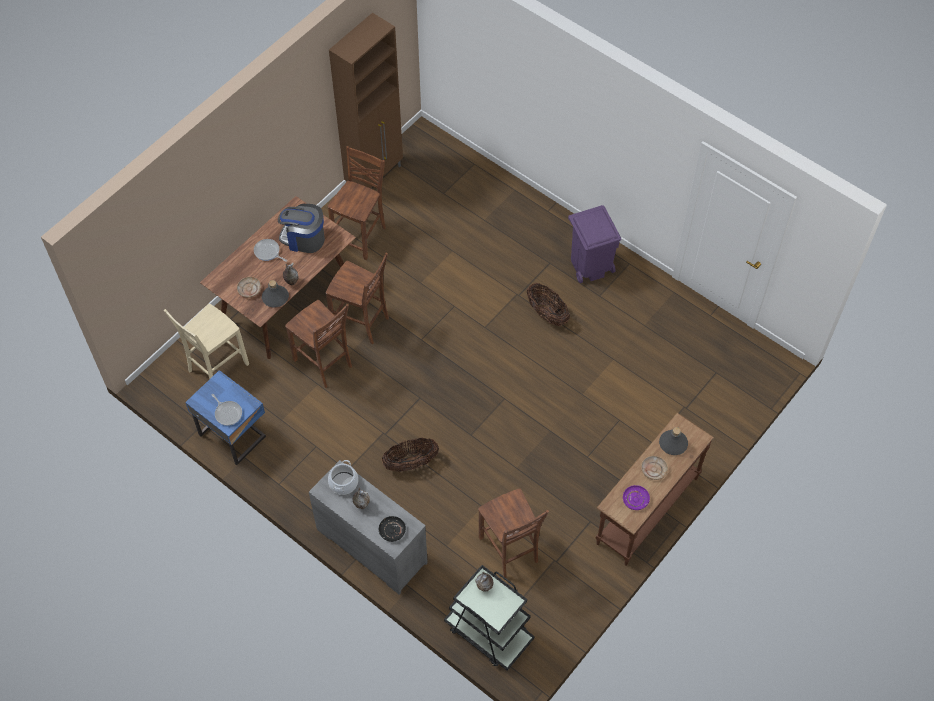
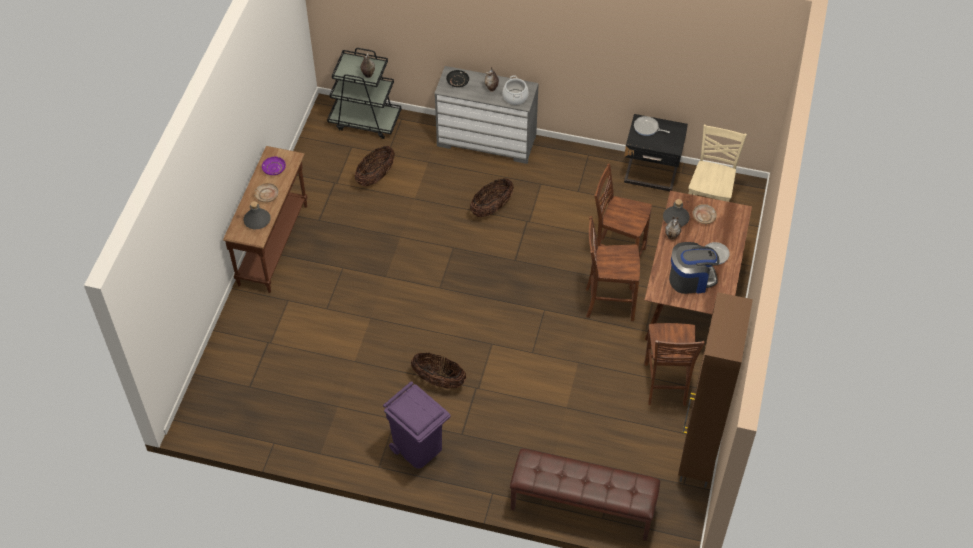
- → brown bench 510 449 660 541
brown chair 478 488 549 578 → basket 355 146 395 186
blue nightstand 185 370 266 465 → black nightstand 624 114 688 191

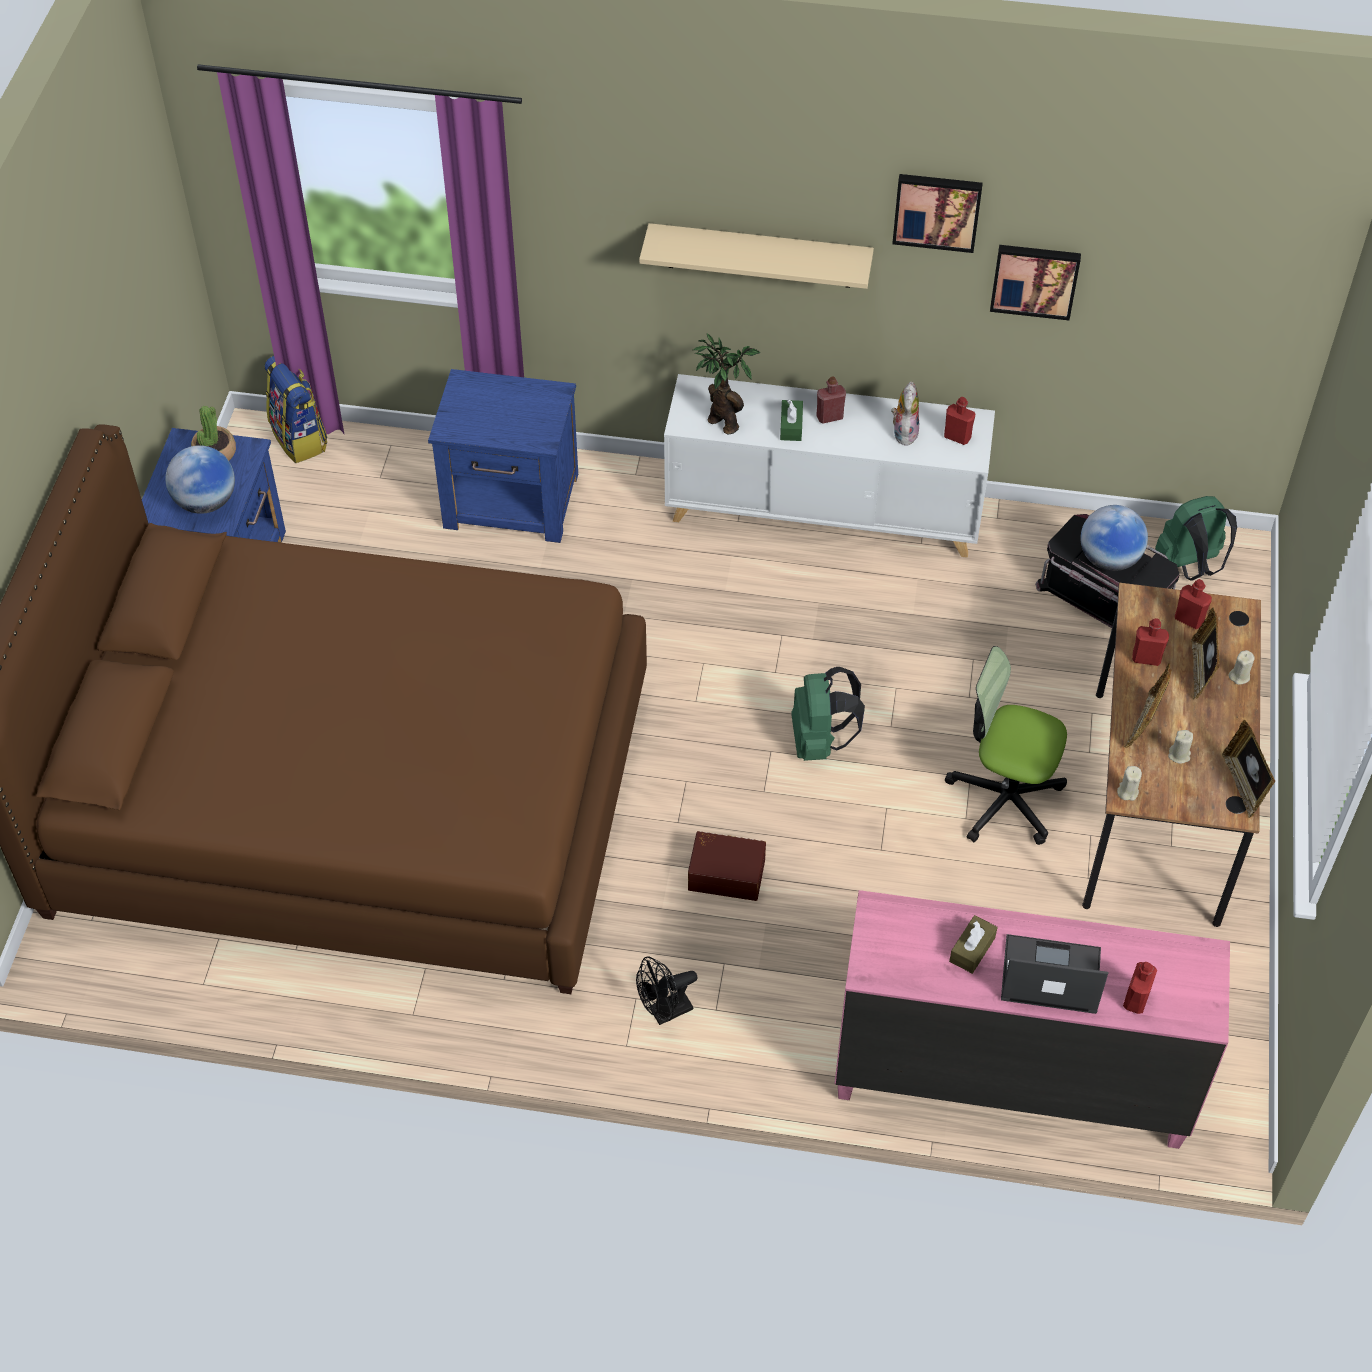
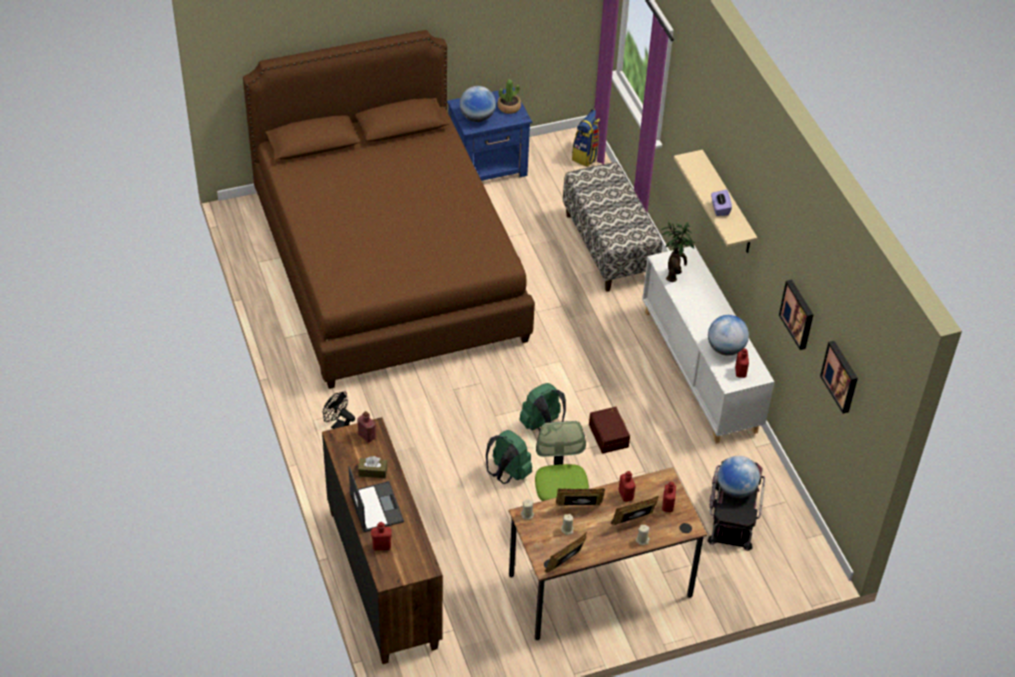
green tissue box 780 400 803 441 → -
- → purple tissue box 711 190 732 216
brown storage box 688 831 766 901 → brown storage box 589 407 630 454, relocated
red bottle 816 376 846 424 → red bottle 357 411 376 442, relocated
picture 892 174 983 253 → picture 820 341 858 414, relocated
green backpack 1155 496 1237 581 → green backpack 486 430 532 484, relocated
blue nightstand 428 369 578 543 → bench 563 162 662 292
plush toy 891 381 919 446 → globe 708 315 749 356
pink dresser 835 890 1230 1149 → brown dresser 322 417 443 664

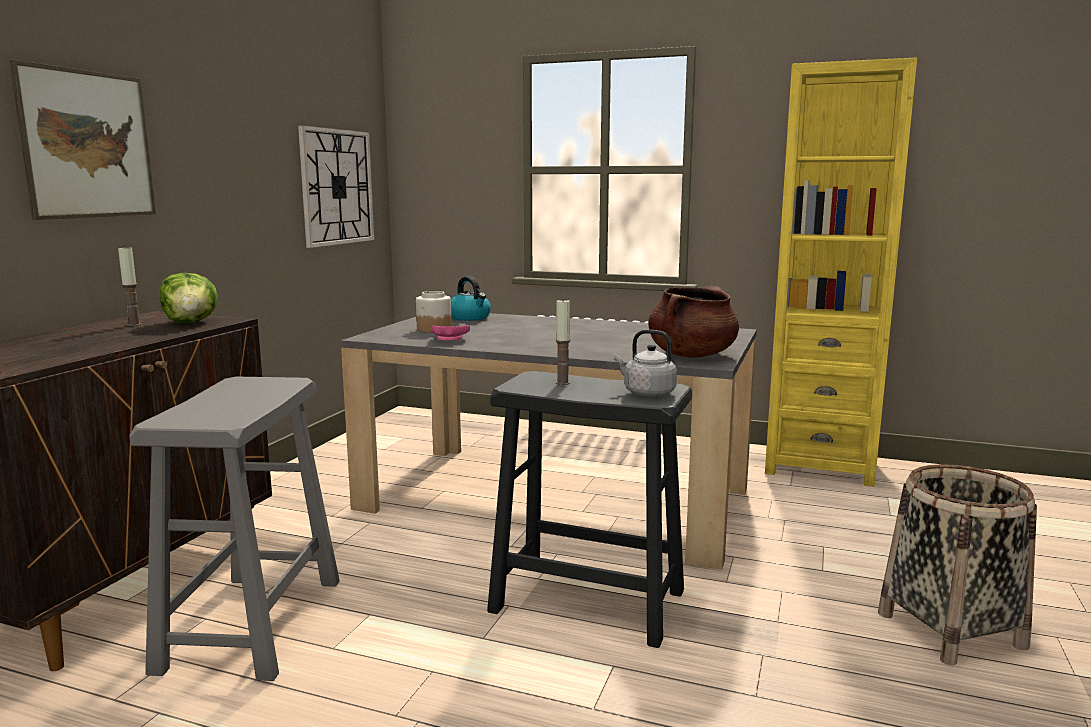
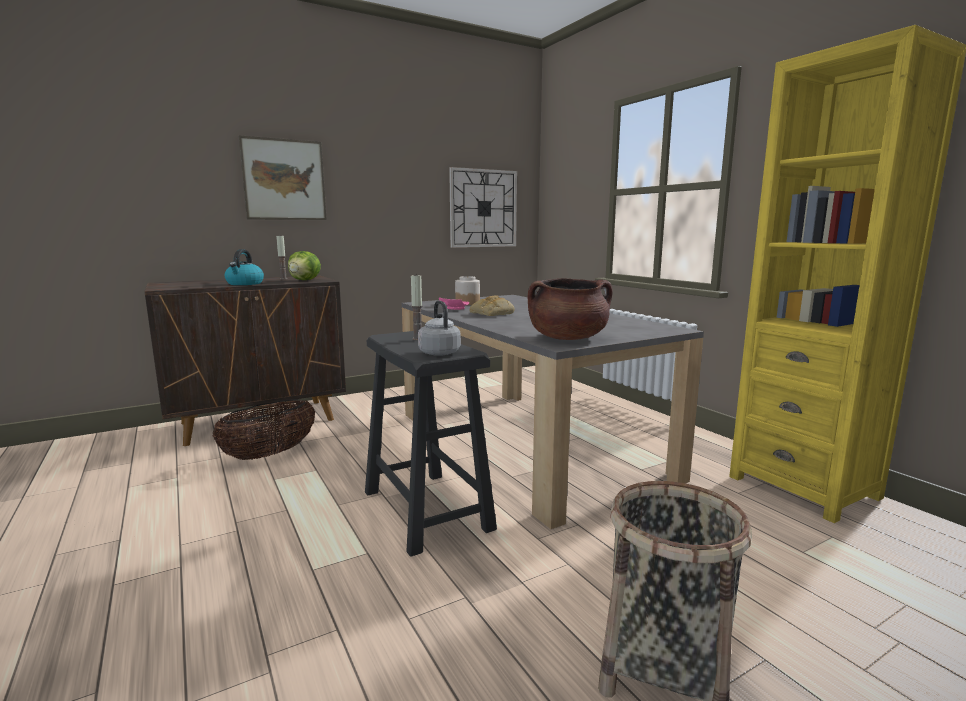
- → bread 470 295 515 316
kettle 451 276 491 321 → kettle 225 249 264 285, relocated
grey stool 129 377 340 681 → basket 212 399 315 460

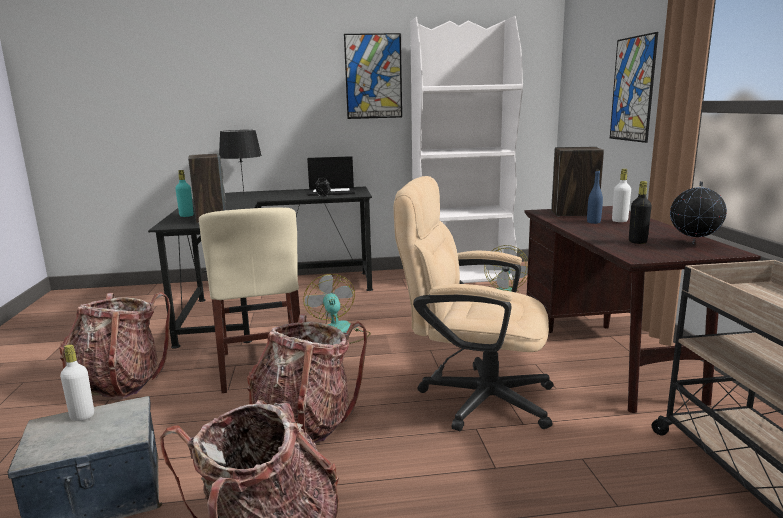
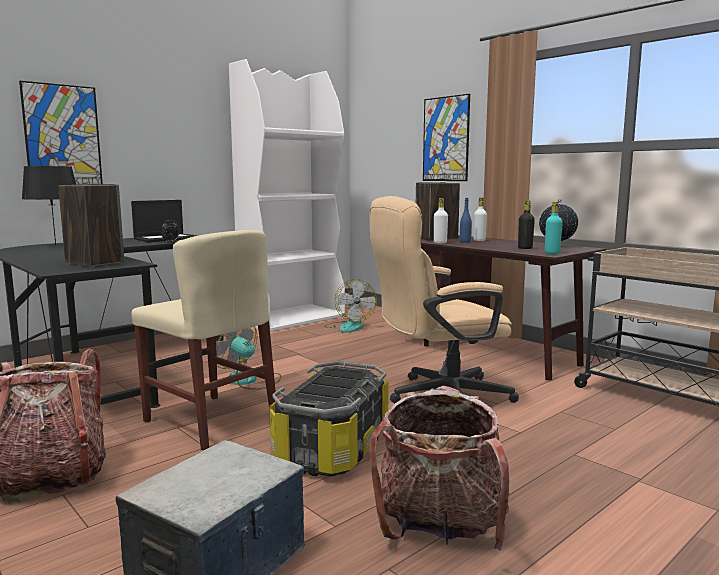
white bottle 60 344 94 421 → white bottle 434 198 448 243, relocated
turquoise bottle 175 170 194 217 → turquoise bottle 545 202 563 254, relocated
picture 344 33 402 119 → picture 19 81 103 185, relocated
backpack 247 314 367 443 → storage box 269 361 389 477

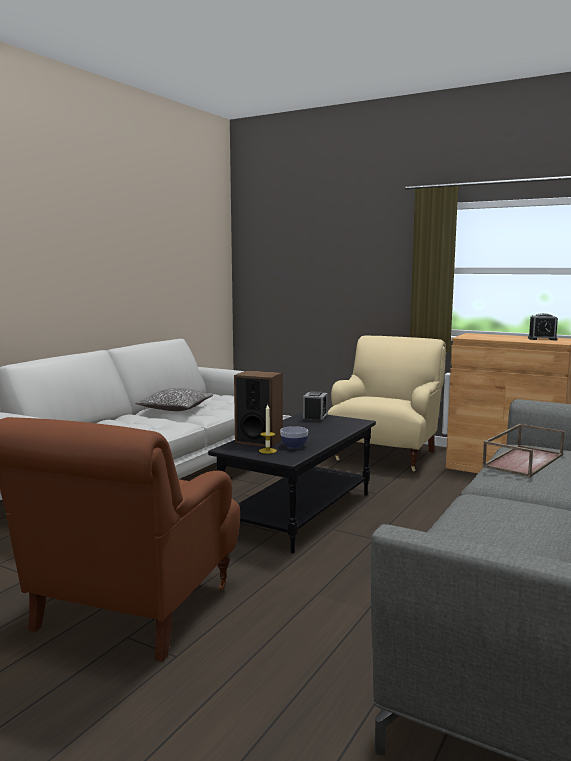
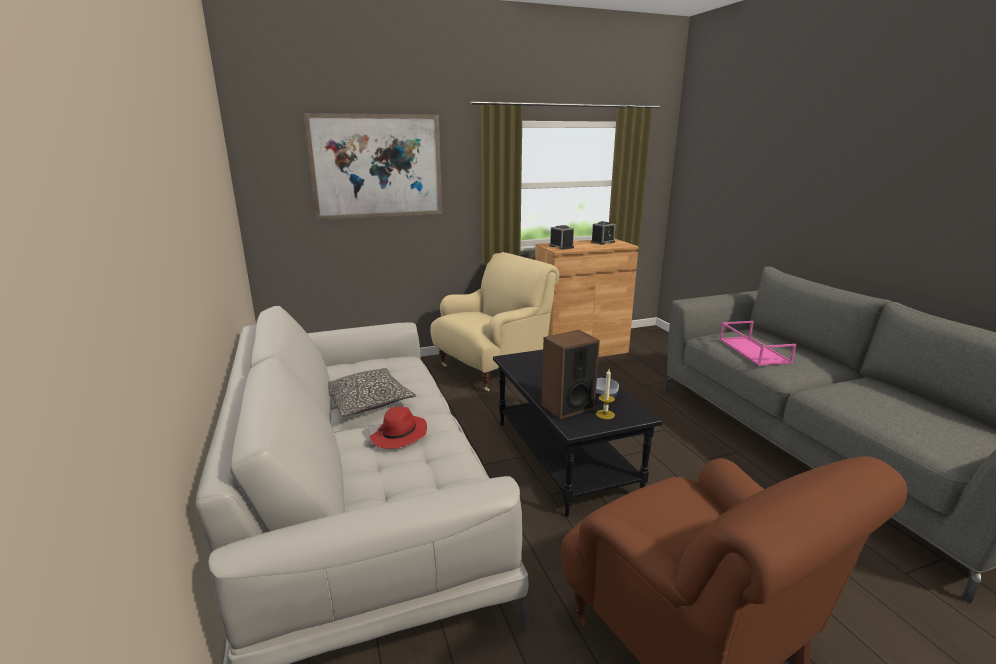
- → picture 304 113 442 220
- → red hat 370 407 427 449
alarm clock 303 391 328 422 → alarm clock 549 225 574 250, relocated
brown tray 482 424 565 477 → pink tray 719 321 796 366
beige armchair 327 336 446 472 → beige armchair 430 252 559 391, 75 degrees clockwise

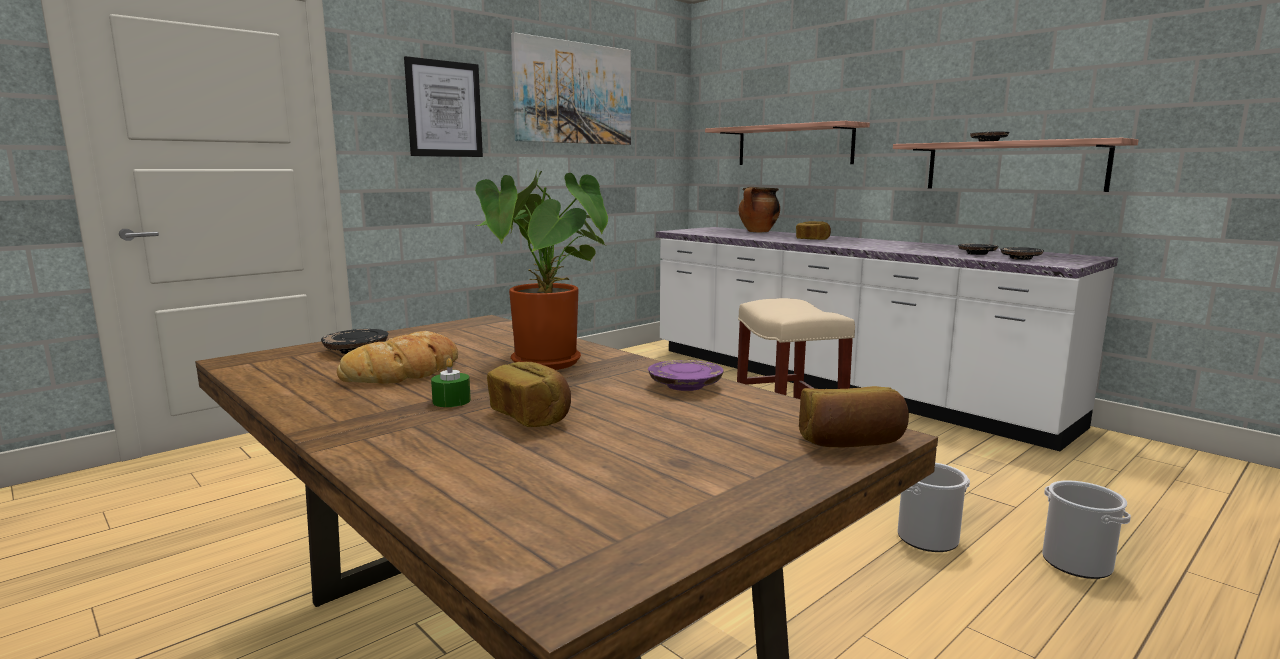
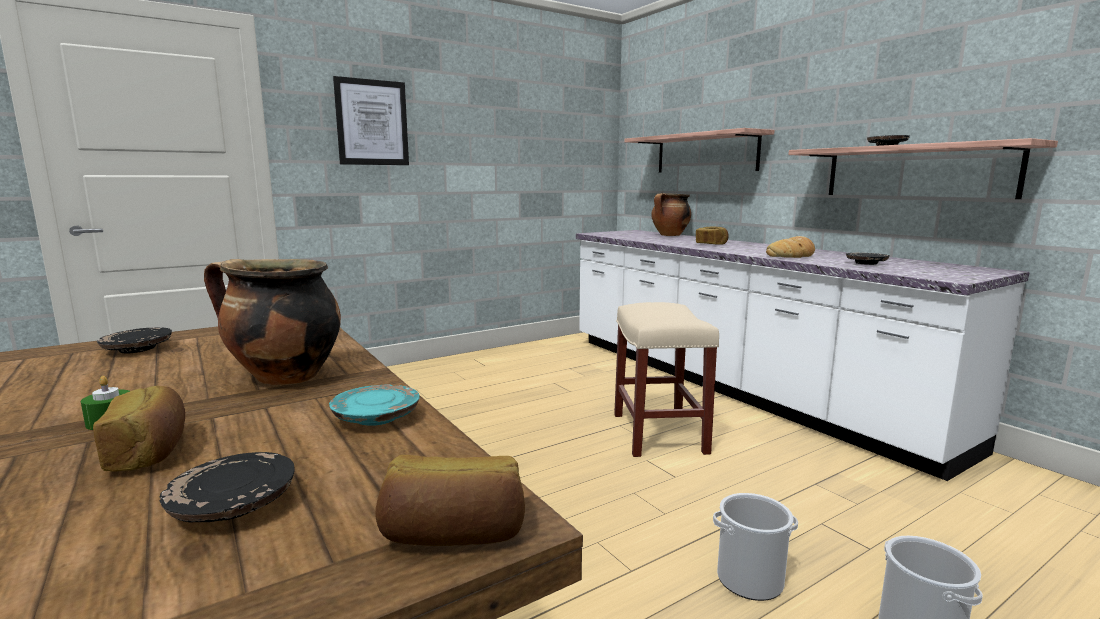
picture 511 32 631 145 → -
bread 337 331 458 384 → bread 766 236 815 258, relocated
black plate 1000 247 1044 260 → black plate 160 452 295 523, relocated
potted plant 475 171 608 370 → cooking pot 204 259 341 385
purple plate 648 360 724 391 → turquoise plate 329 385 420 426

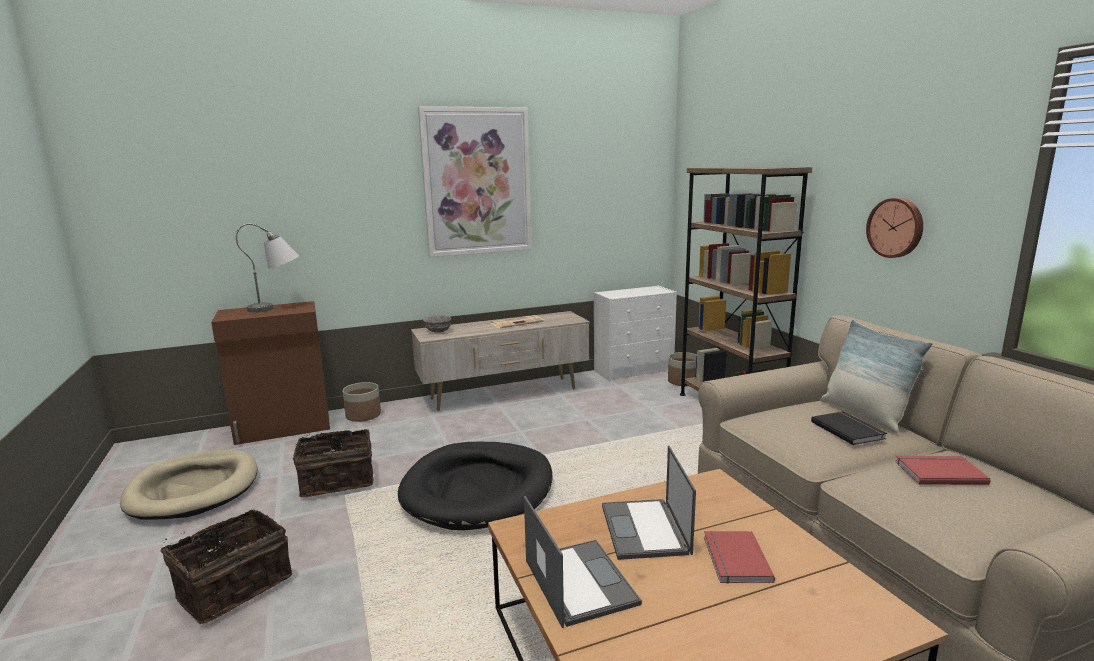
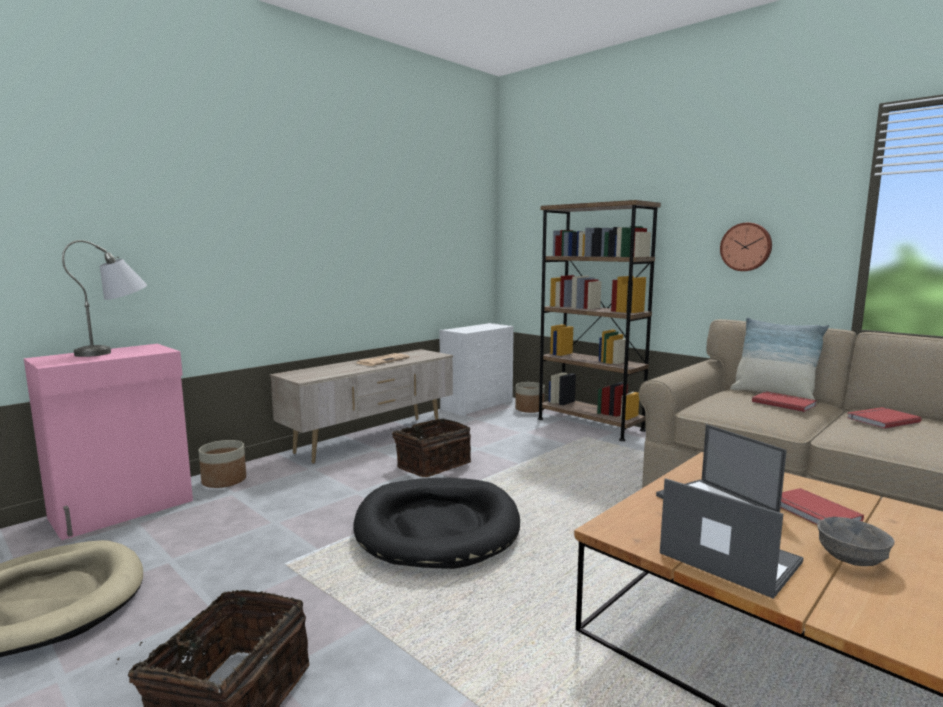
picture 418 106 532 257 → -
basket 293 429 373 497 → basket 392 419 471 477, relocated
grey bowl 423 315 451 333 → grey bowl 817 517 894 566, relocated
brown cabinet 211 301 330 445 → pink cabinet 24 344 193 540
black book 811 411 887 445 → red book 752 391 817 412

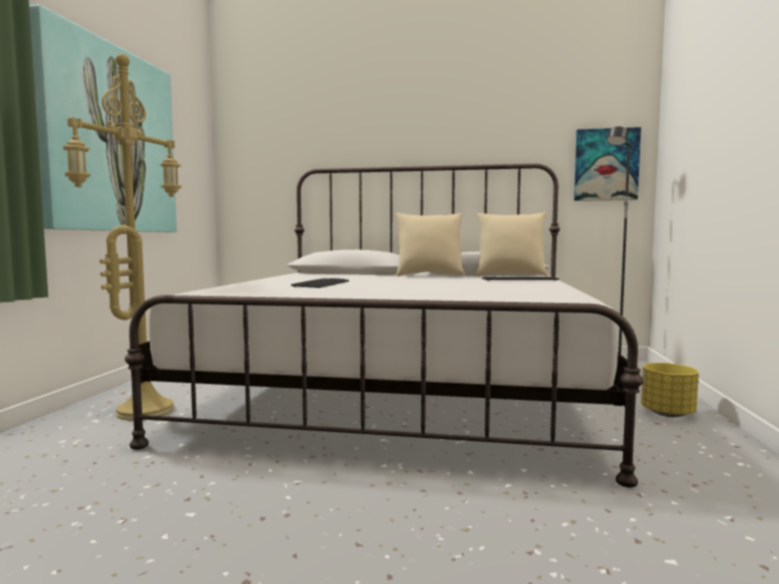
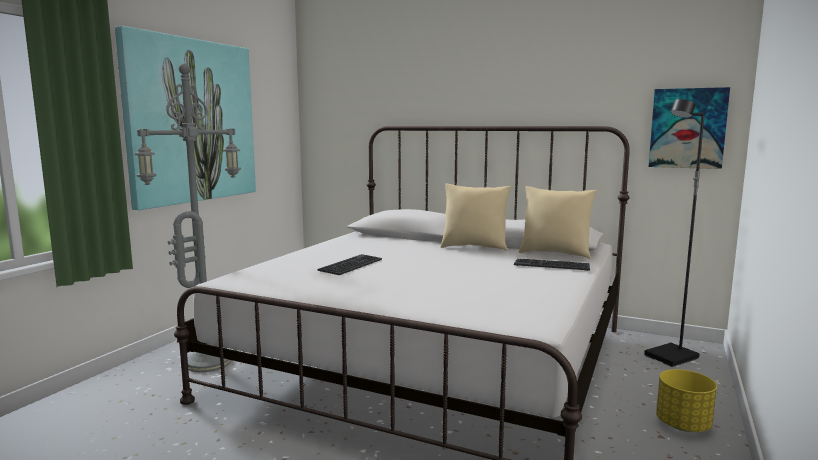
yellow floor lamp 63 53 182 421 → grey floor lamp 135 63 241 372

